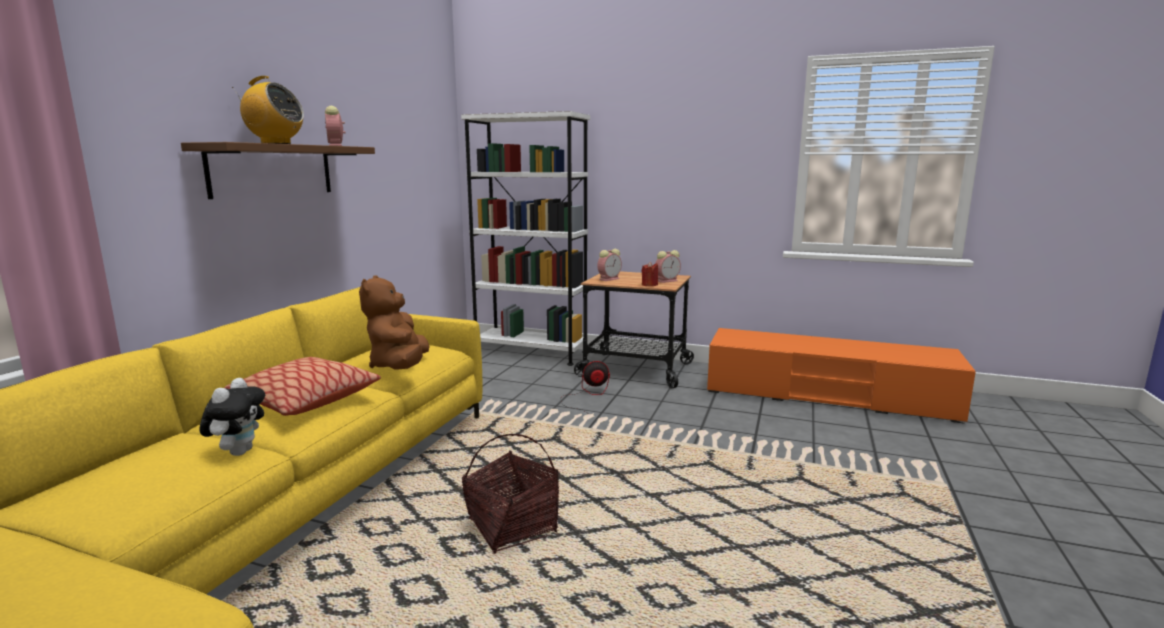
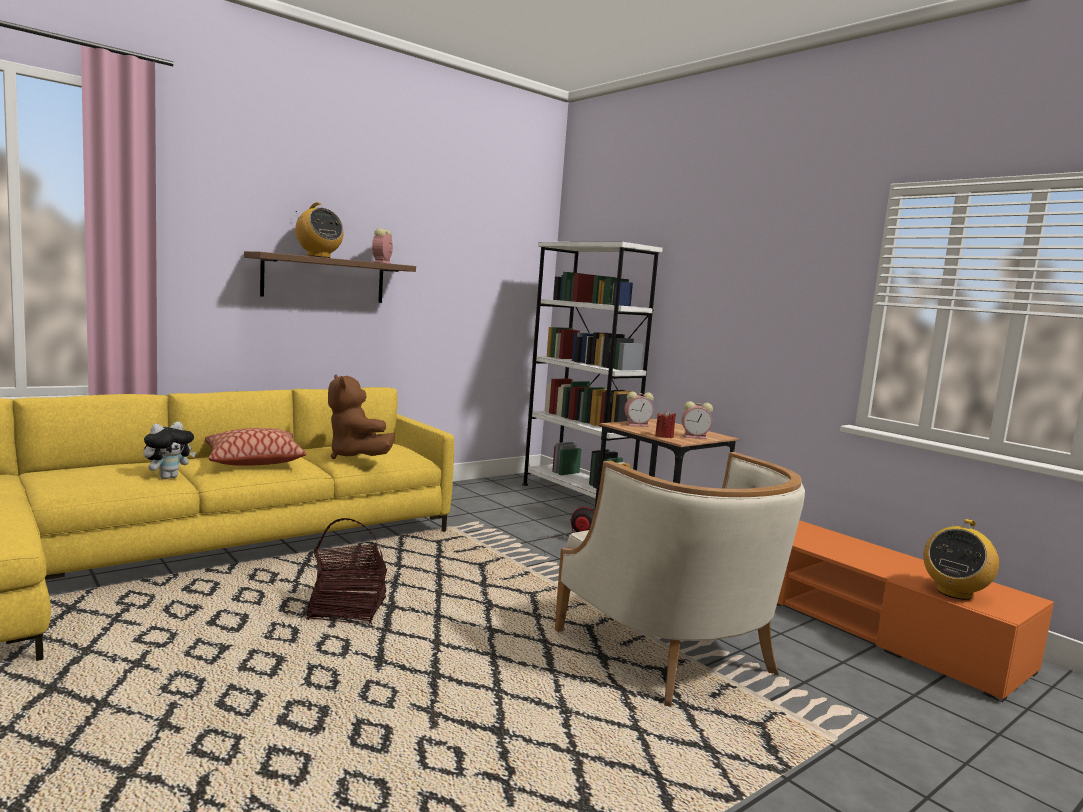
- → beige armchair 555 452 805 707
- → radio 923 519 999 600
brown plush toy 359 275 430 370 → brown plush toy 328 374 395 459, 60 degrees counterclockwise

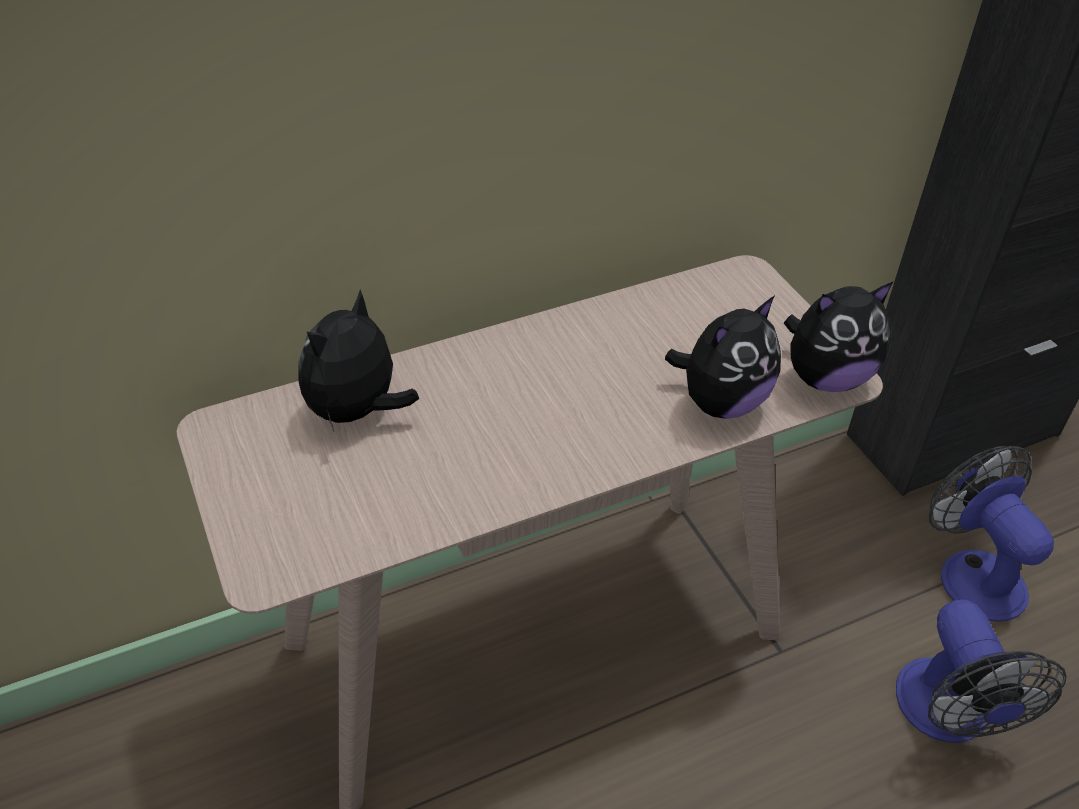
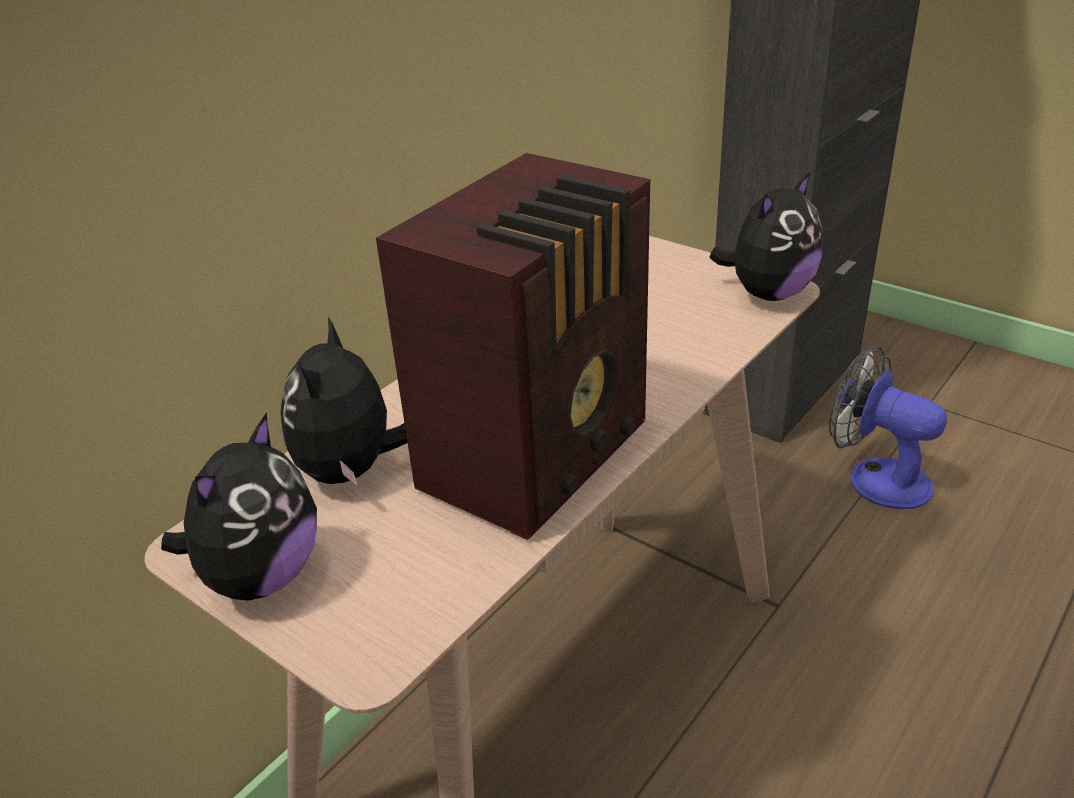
fan 896 600 1067 743 → -
- → radio 376 153 651 540
plush toy 665 296 781 419 → plush toy 161 412 317 601, relocated

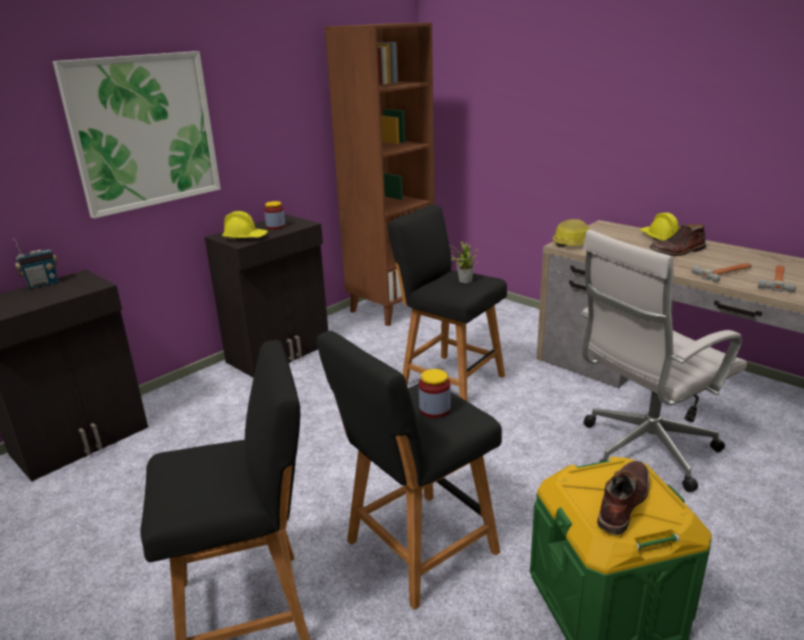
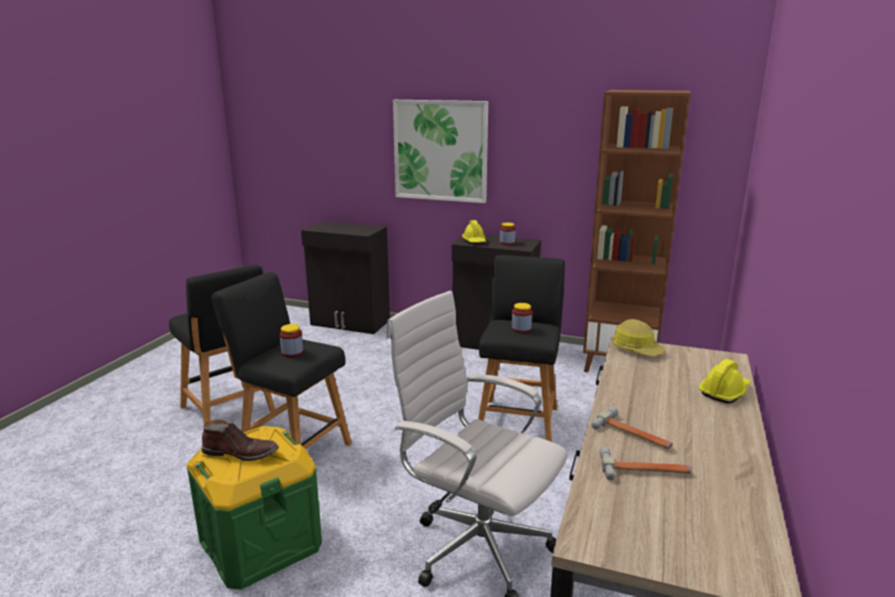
radio 13 239 57 288 → -
brown boot 649 224 706 256 → -
potted plant 447 241 478 283 → jar 512 303 532 333

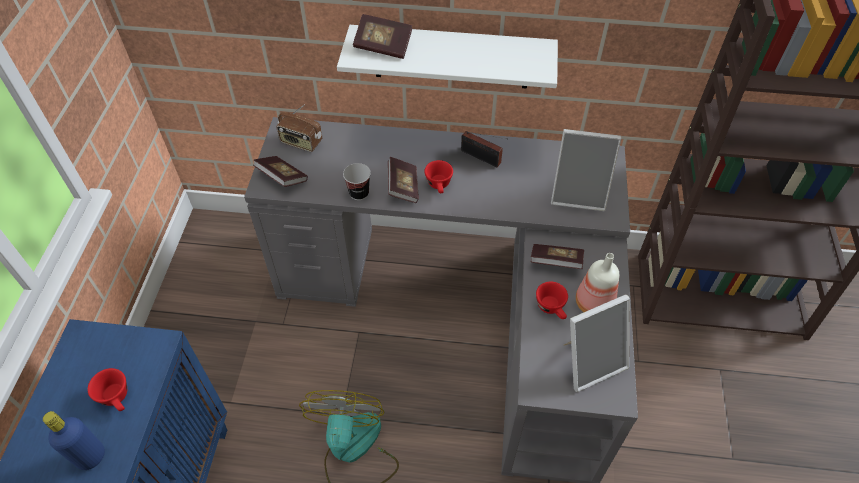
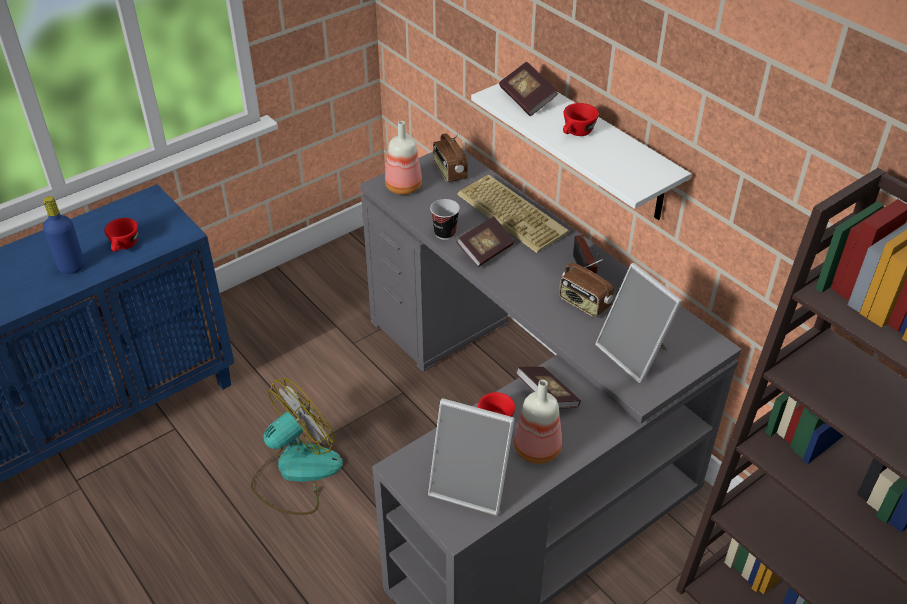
- → keyboard 457 175 569 253
- → radio 559 259 614 318
red cup 424 160 453 193 → red cup 563 103 599 136, relocated
book 253 156 308 187 → bottle 385 121 422 195

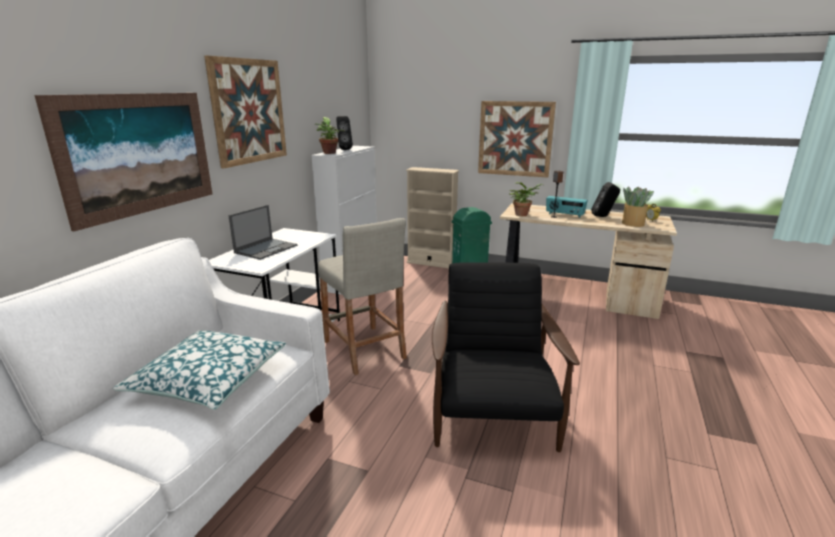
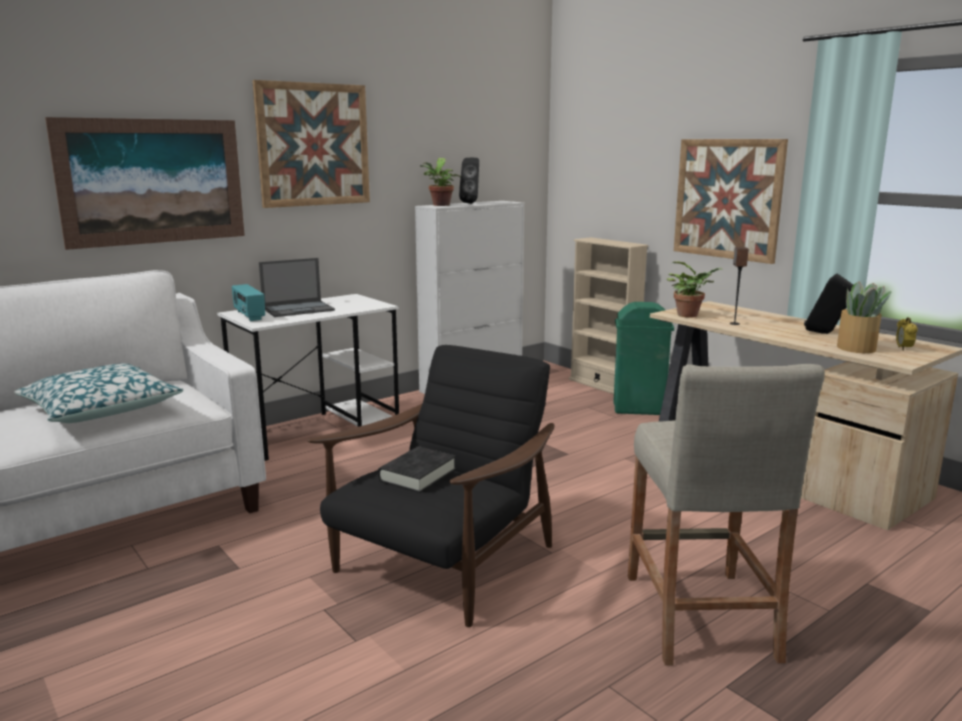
- → black book 378 446 456 493
beige stool 318 218 407 375 → beige stool 628 364 825 666, relocated
radio 546 196 588 218 → radio 232 284 265 321, relocated

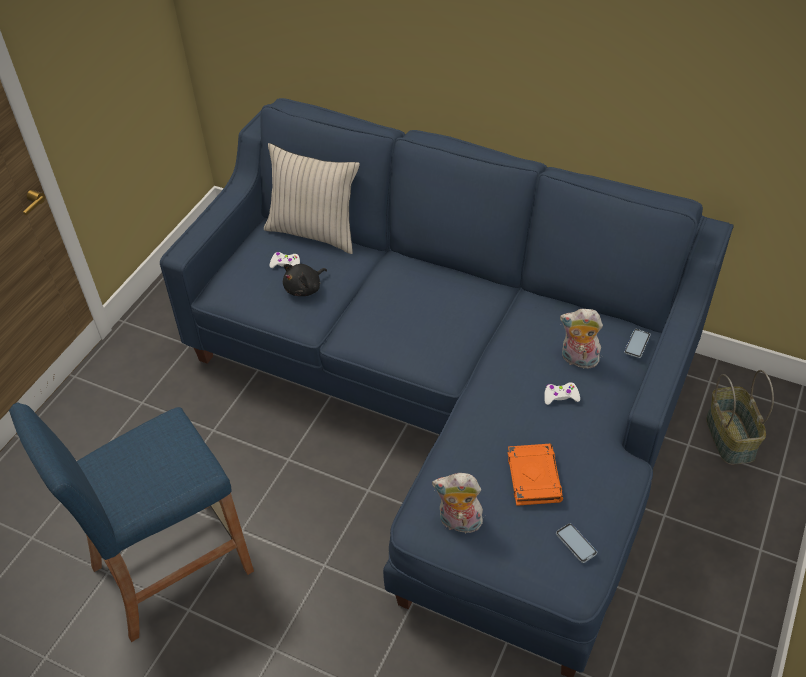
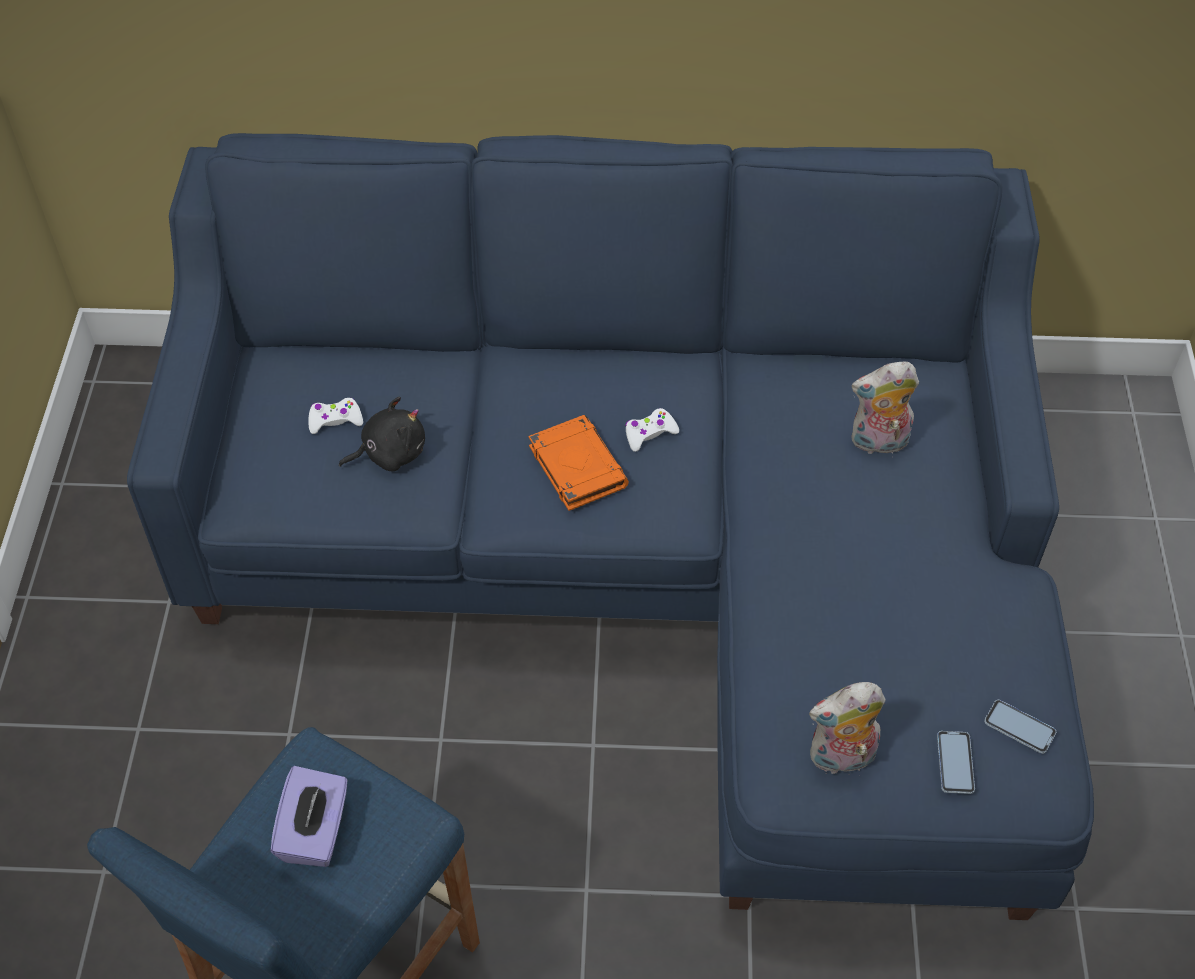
beige pillow 264 143 360 254 → -
basket 706 370 774 465 → -
- → purple tissue box 270 766 347 867
orange book 508 444 563 506 → orange book 529 415 629 511, relocated
white game controller 544 382 580 405 → white game controller 625 408 679 452, relocated
phone 624 329 651 358 → phone 937 731 975 794, relocated
black plush toy 283 264 327 296 → black plush toy 339 397 425 471, 135 degrees counterclockwise

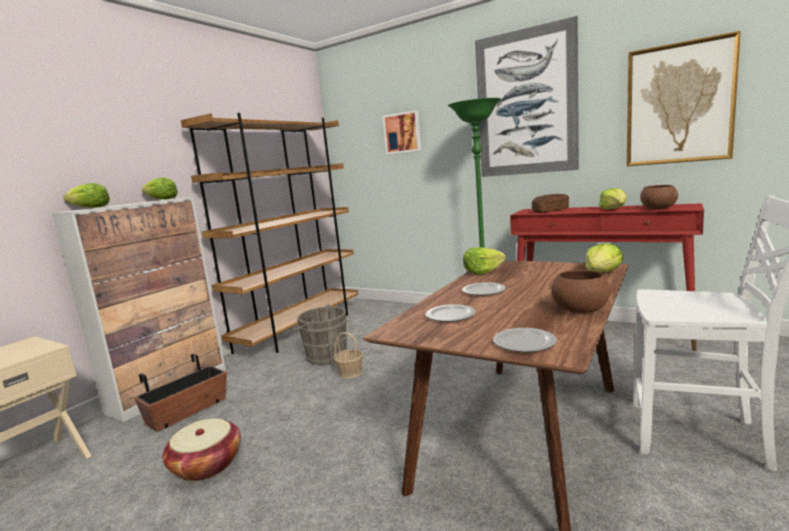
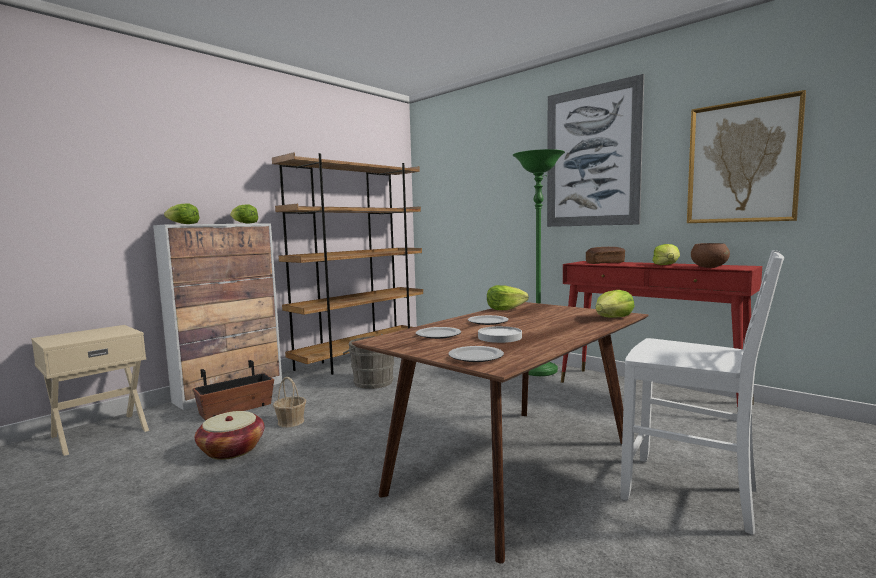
picture 383 110 421 154 → -
brown bowl 551 270 610 313 → -
- → white plate 478 326 522 343
basket 333 332 363 379 → basket 273 377 306 427, relocated

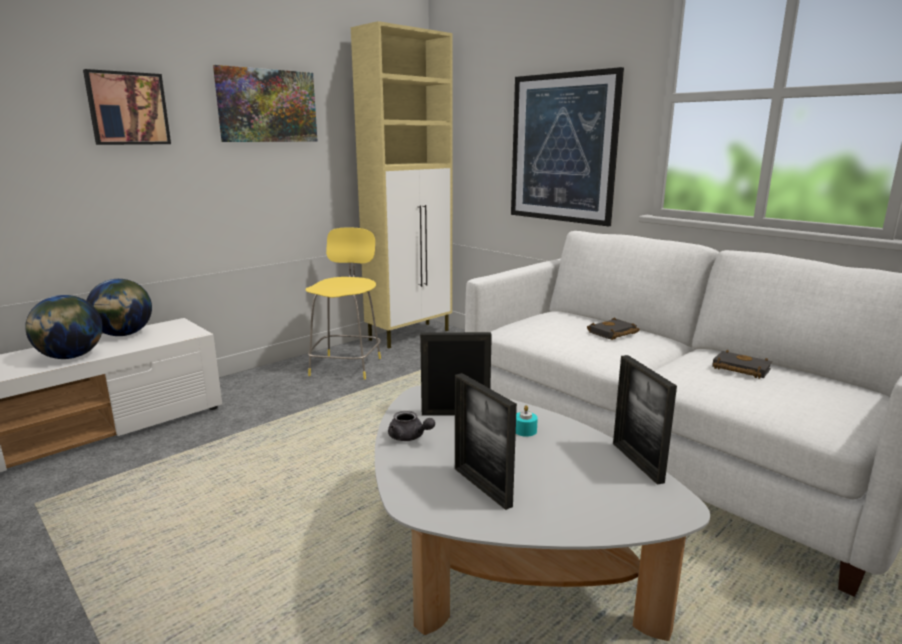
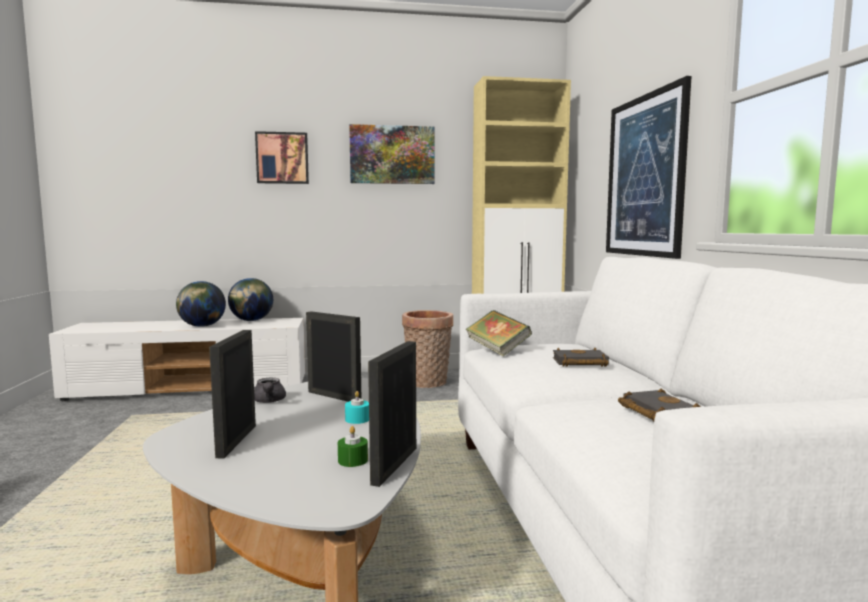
- → green candle 338 426 368 467
- → book 466 310 532 357
yellow stool 306 228 381 380 → basket 402 310 453 388

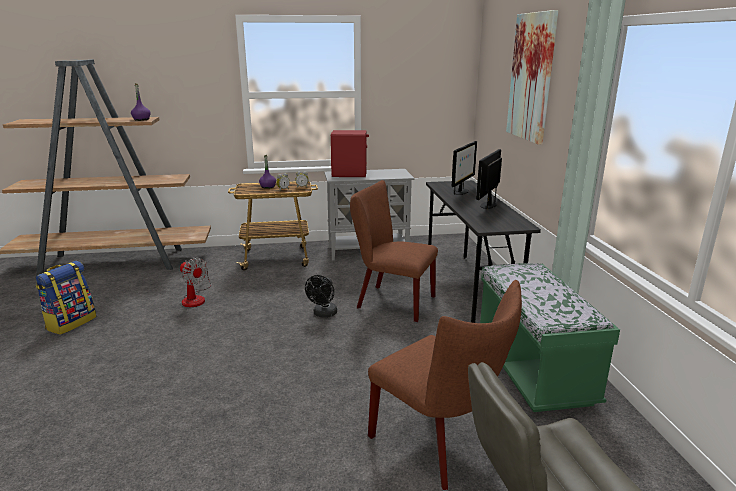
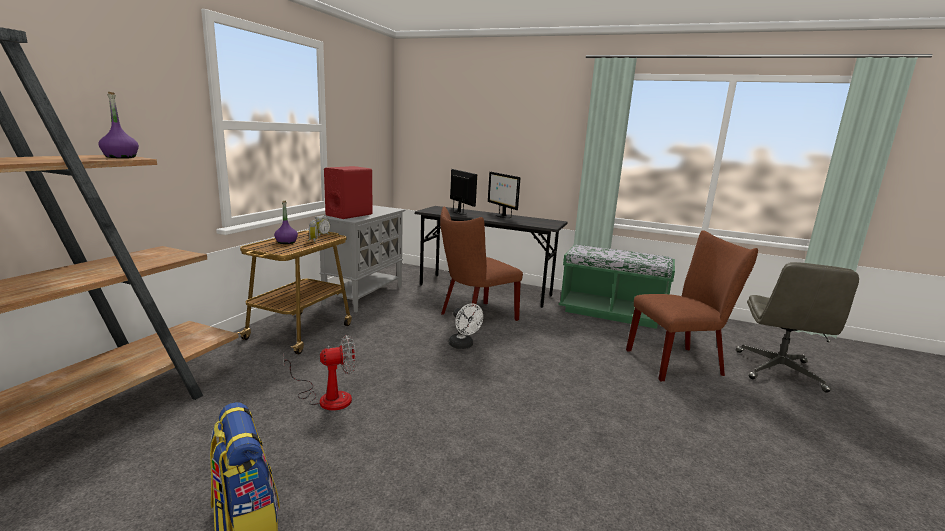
picture 506 10 558 145 → -
black fan 305 275 337 318 → white fan 449 303 483 349

